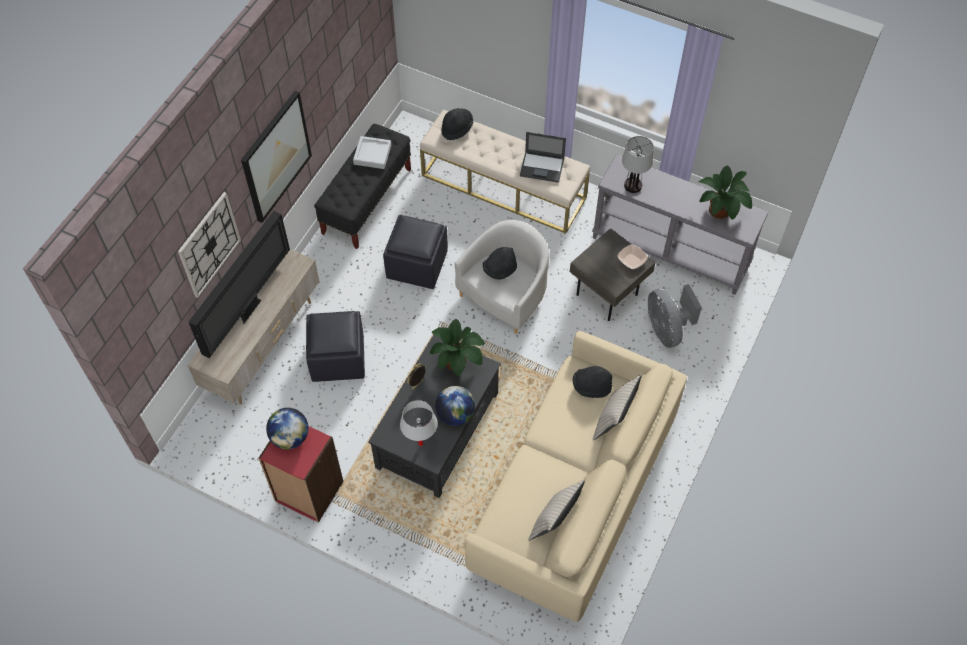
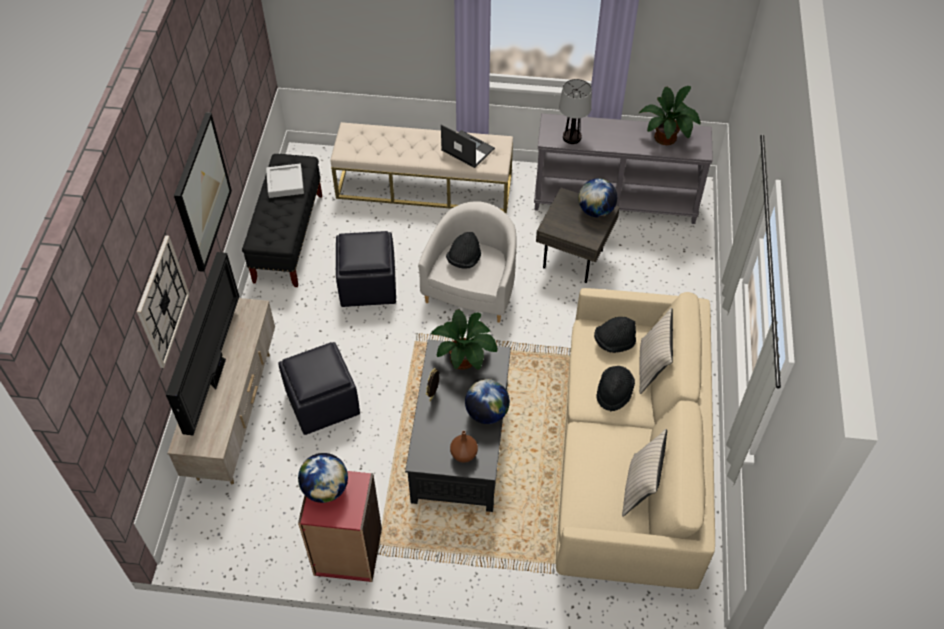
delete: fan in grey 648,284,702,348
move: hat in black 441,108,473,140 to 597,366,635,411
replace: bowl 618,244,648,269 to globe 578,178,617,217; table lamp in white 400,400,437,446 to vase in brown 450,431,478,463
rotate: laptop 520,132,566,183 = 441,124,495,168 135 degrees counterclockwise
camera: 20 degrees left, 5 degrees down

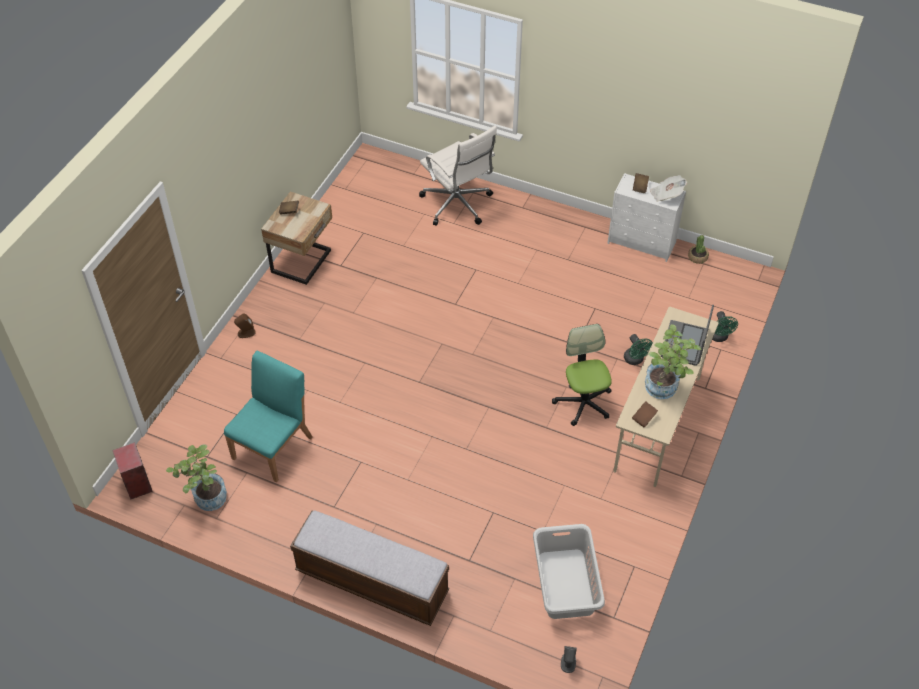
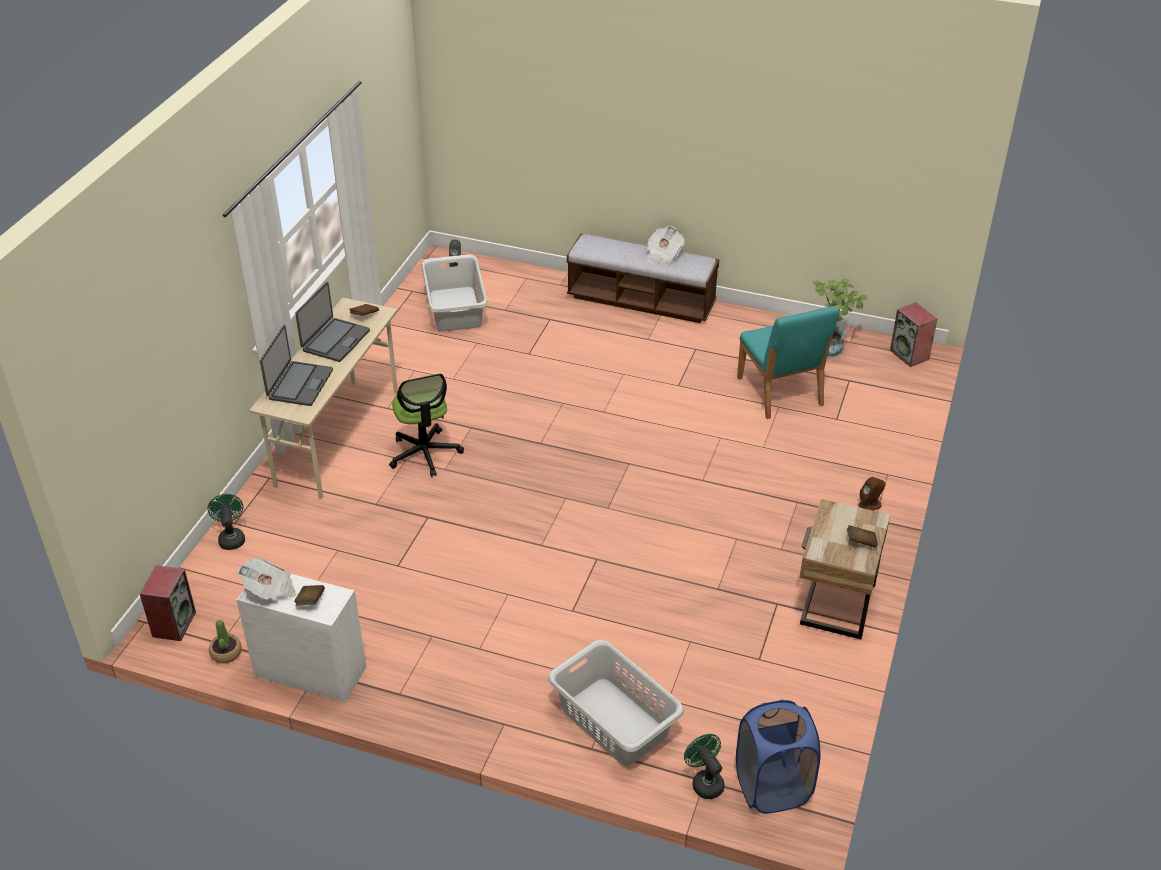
insert: newspaper 647,226,685,264; speaker 140,565,196,641; laundry basket in blue 736,700,821,814
move: fan in green 624,334,653,365 to 684,734,725,799
replace: office chair in white 419,126,497,226 to laundry basket in grey 548,640,684,766; potted plant 645,324,702,399 to laptop 295,282,370,362
rotate: chair in turquoise 224,351,313,482 = 737,306,839,419 45 degrees counterclockwise
camera: 175 degrees right, 10 degrees down

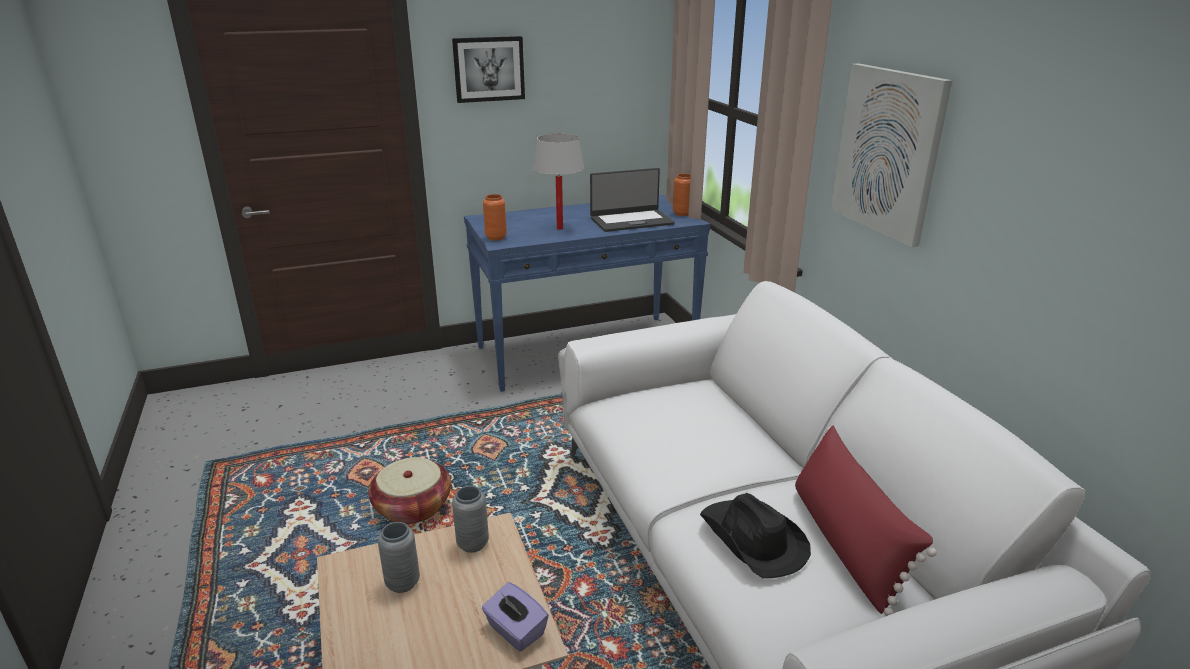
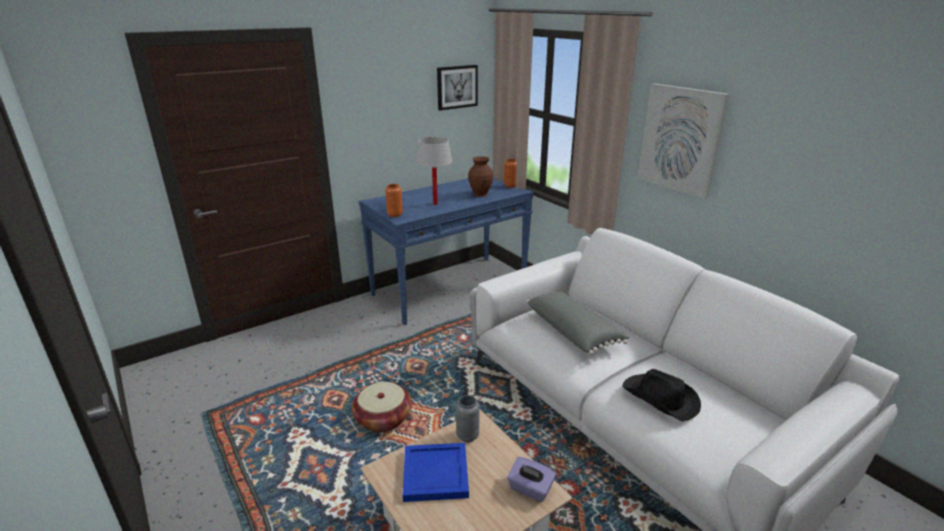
delete: pillow in red 795,426,937,616
insert: pillow in grey 526,291,629,355
move: picture 452,36,525,103 to 437,65,478,110
replace: laptop 590,168,675,232 to vase in brown 468,156,493,197; vase in grey 378,522,420,593 to tray in blue 403,443,469,502
camera: 15 degrees left, 0 degrees up

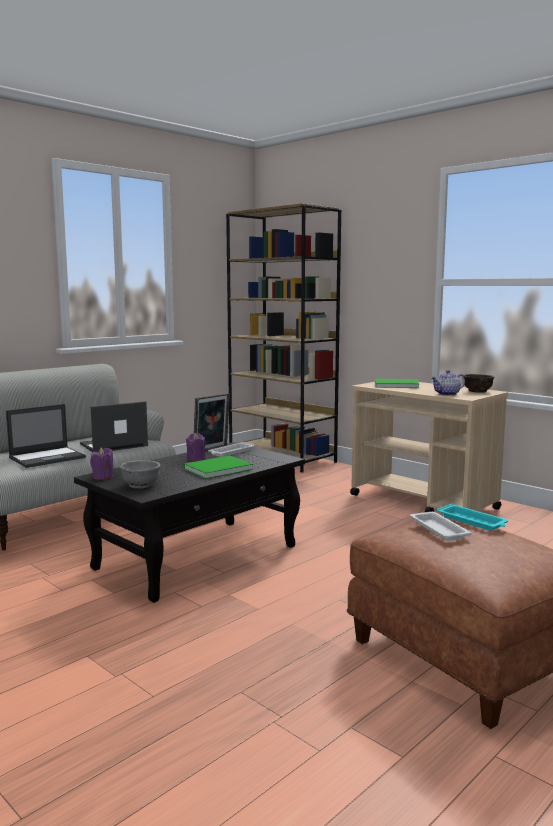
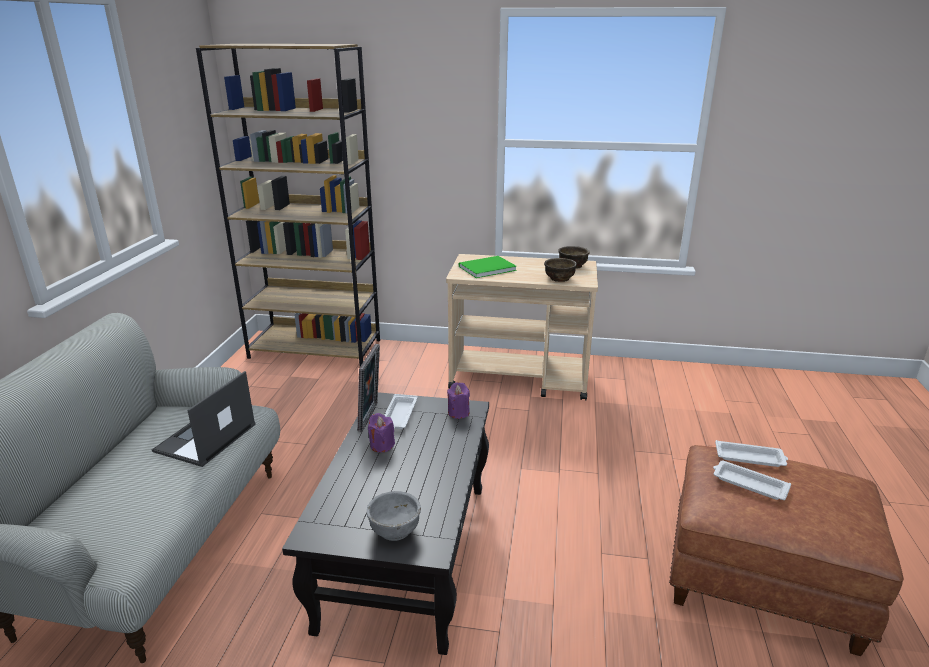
delete: laptop 6,404,86,468; book in green 183,456,253,479
move: candle in purple 90,447,114,480 to 447,382,470,419
replace: teapot 431,370,465,396 to bowl in brown 544,258,577,282
recolor: tray in turquoise 437,504,508,531 to tray in white 715,440,788,467
camera: 35 degrees left, 15 degrees up

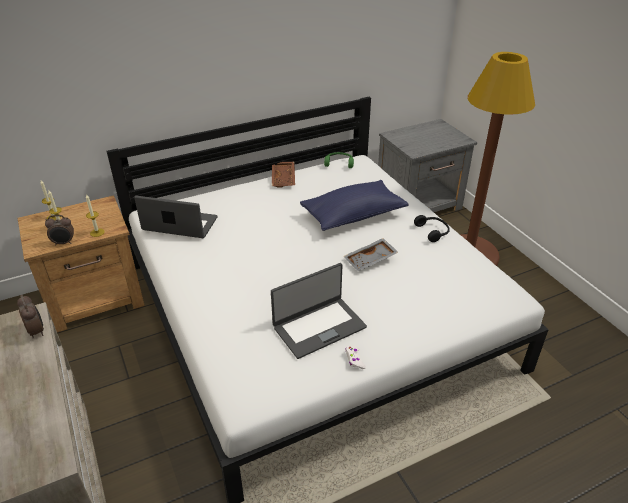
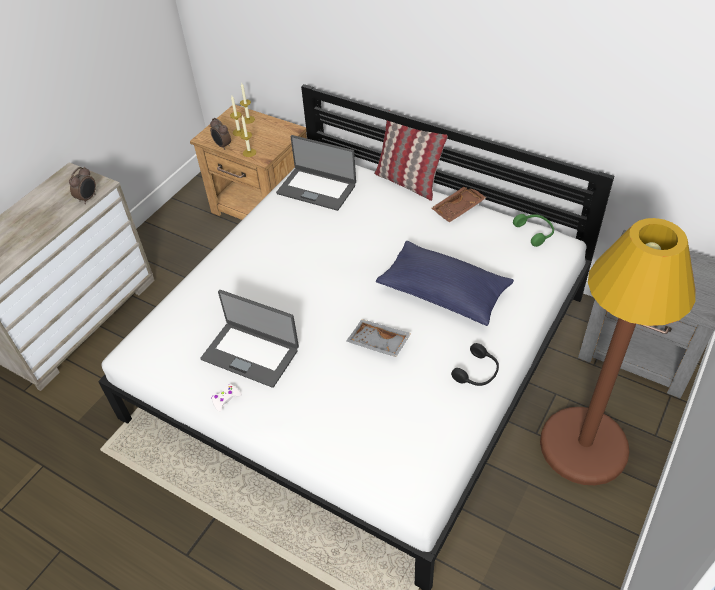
insert: pillow 374,120,448,201
rotate: laptop 134,196,218,238 = 276,135,356,211 135 degrees clockwise
camera: 60 degrees right, 10 degrees up

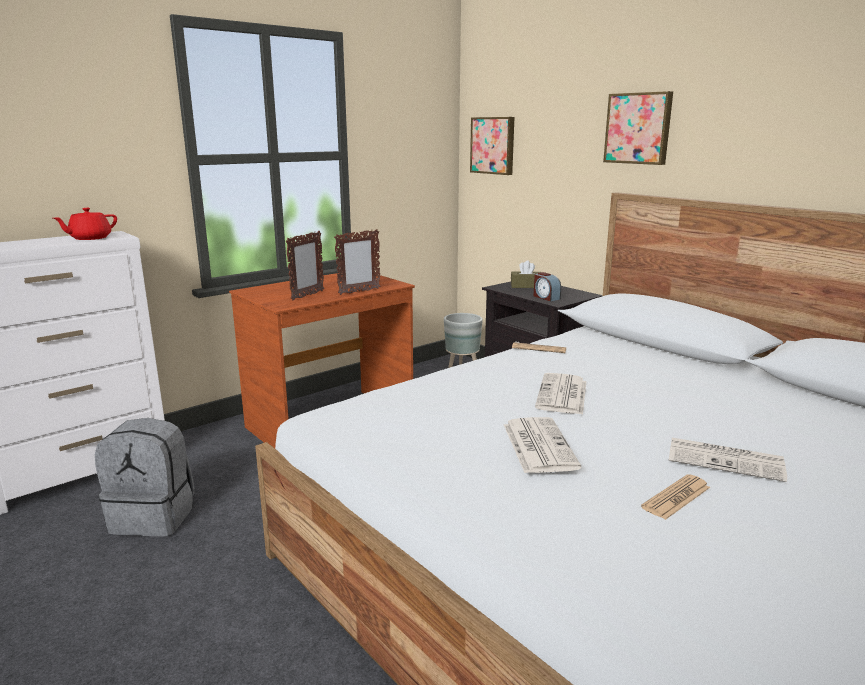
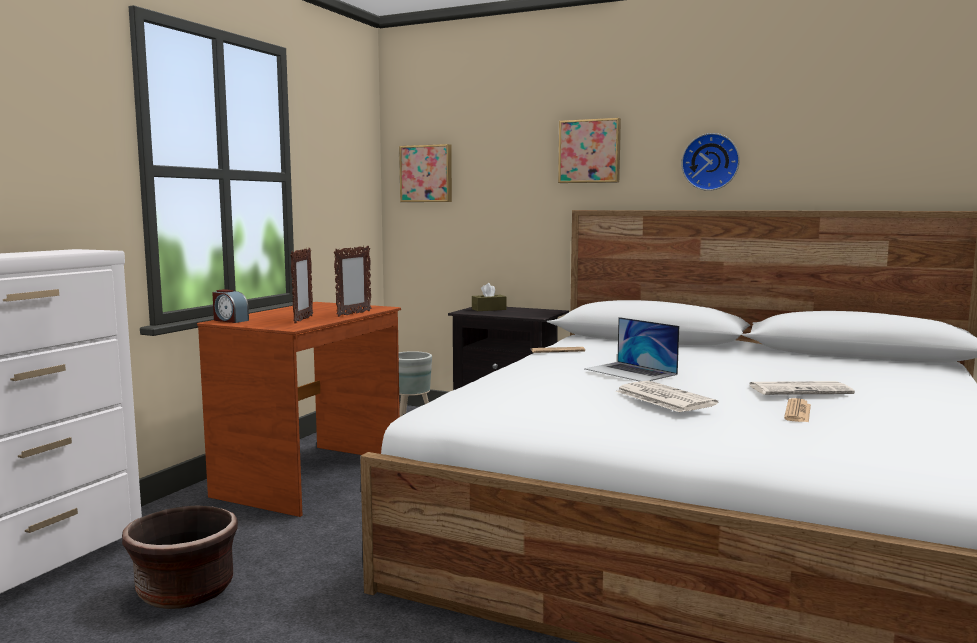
delete: teapot in red 53,208,117,240
insert: wall clock 681,133,740,191
move: alarm clock 533,272,561,301 to 212,289,249,323
replace: newspaper 535,373,586,415 to laptop 584,317,679,382; backpack in grey 95,418,195,537 to planter in brown 122,505,238,609
camera: 25 degrees left, 10 degrees down

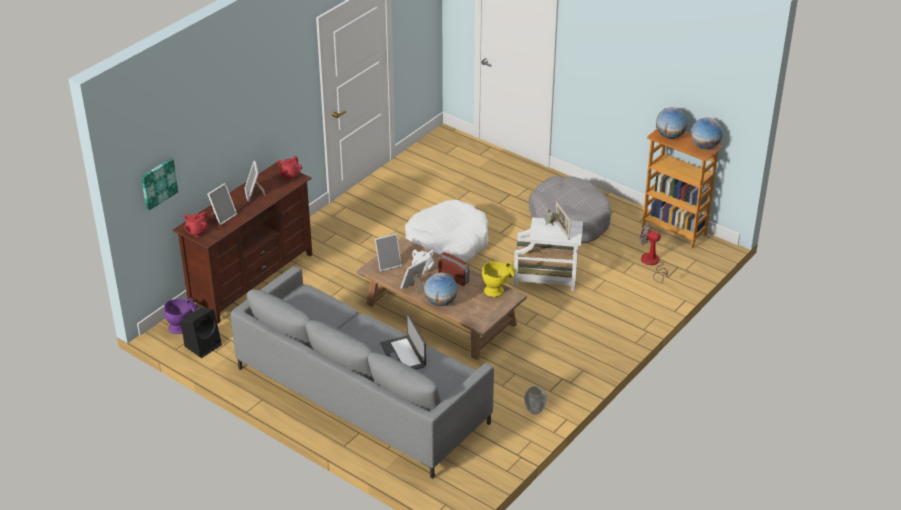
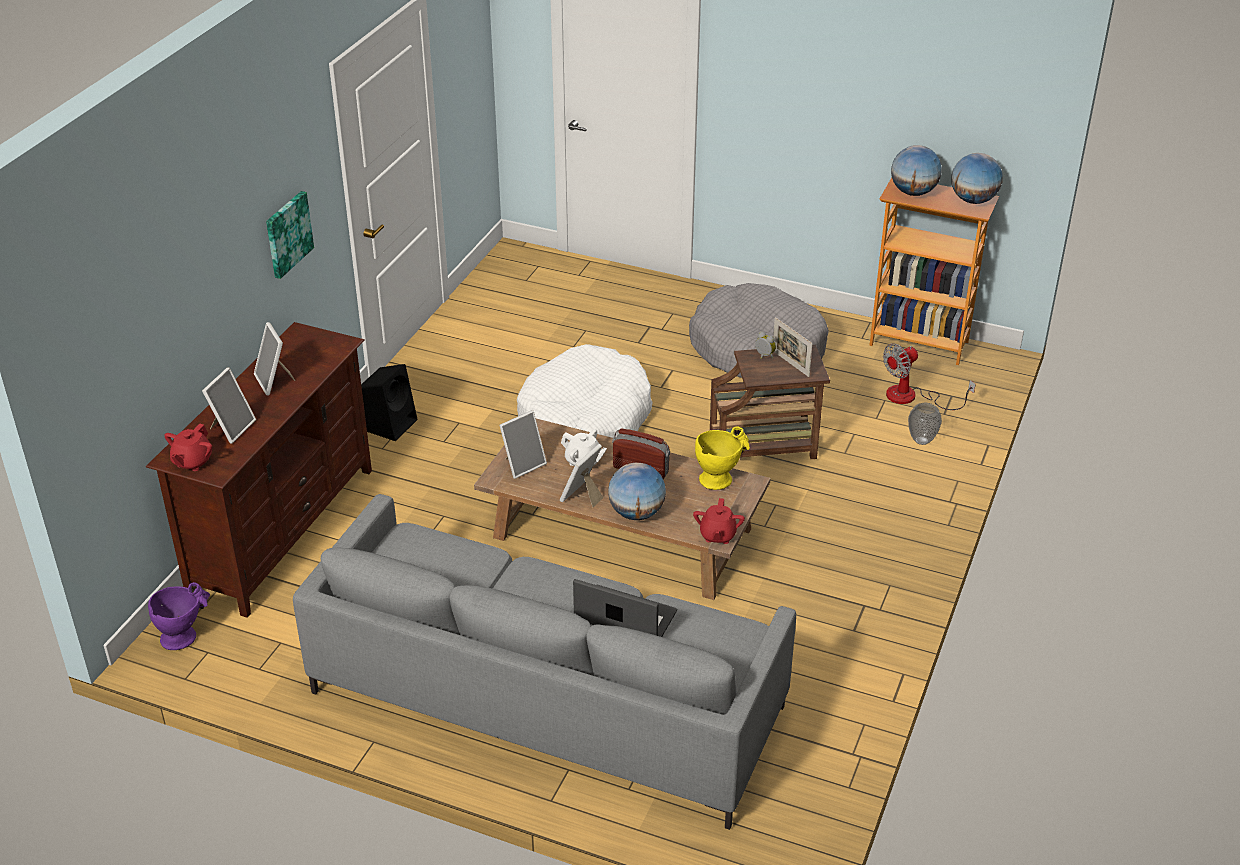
move: teapot in red 277,156,302,180 to 693,498,745,544; picture 141,158,178,210 to 266,191,314,279; speaker in black 181,308,222,358 to 361,364,417,441; vase 524,386,547,415 to 908,403,942,445
recolor: side table in white 514,217,583,291 to side table in brown 710,345,830,459
rotate: fan 639,223,668,283 = 883,343,976,410 45 degrees counterclockwise; laptop 380,313,426,370 = 573,579,677,637 150 degrees clockwise
camera: 15 degrees left, 0 degrees up

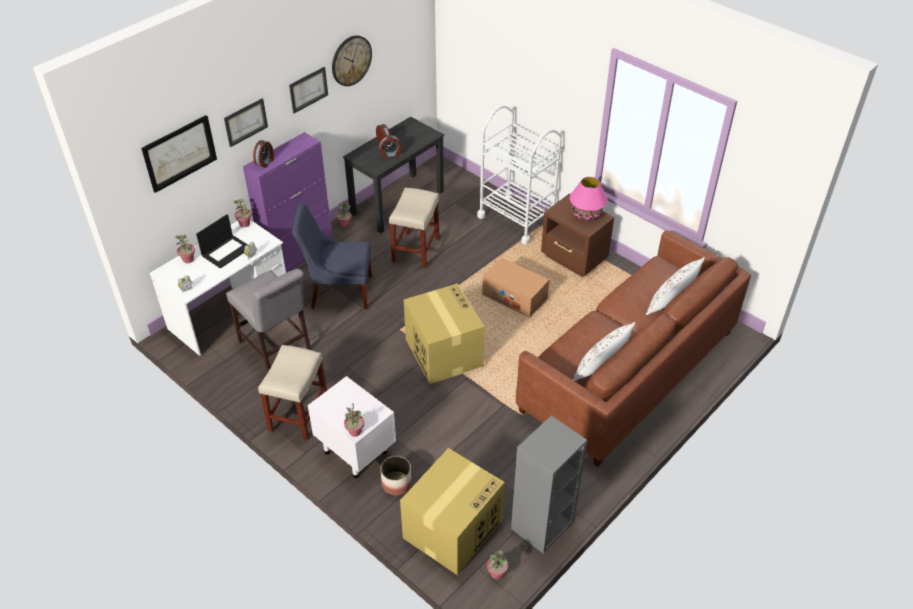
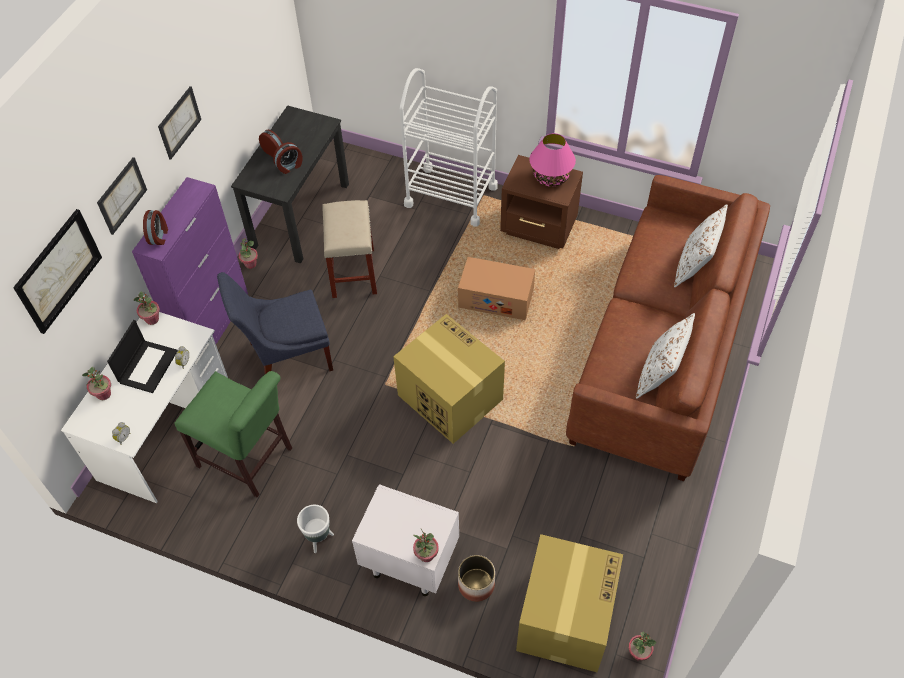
delete: wall clock 332,35,372,86; bookcase in grey 511,415,587,554
replace: stool in beige 258,345,327,441 to planter in white 297,505,334,553
recolor: chair in grey 226,269,311,371 to chair in green 174,371,292,497
camera: 20 degrees left, 10 degrees up

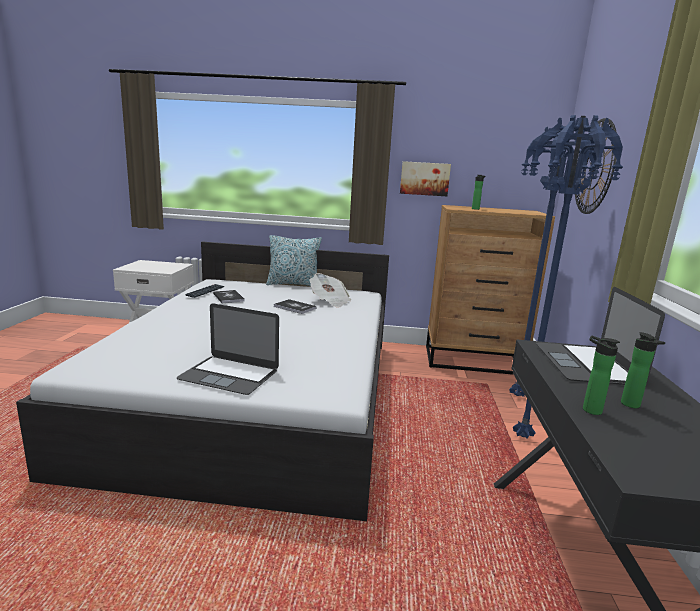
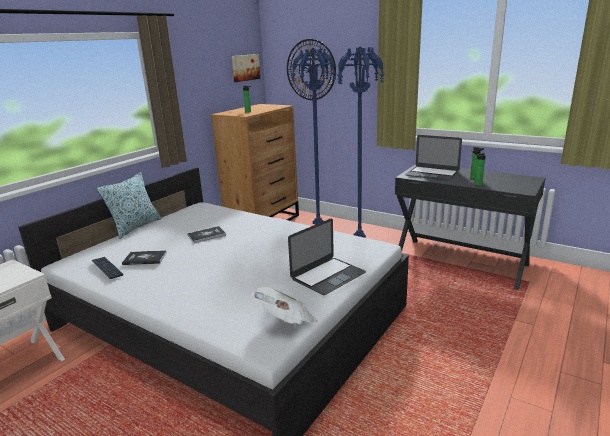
move: picture 400,161,451,196 to 232,54,260,82; newspaper 309,273,351,308 to 251,287,318,325
camera: 60 degrees left, 5 degrees up

